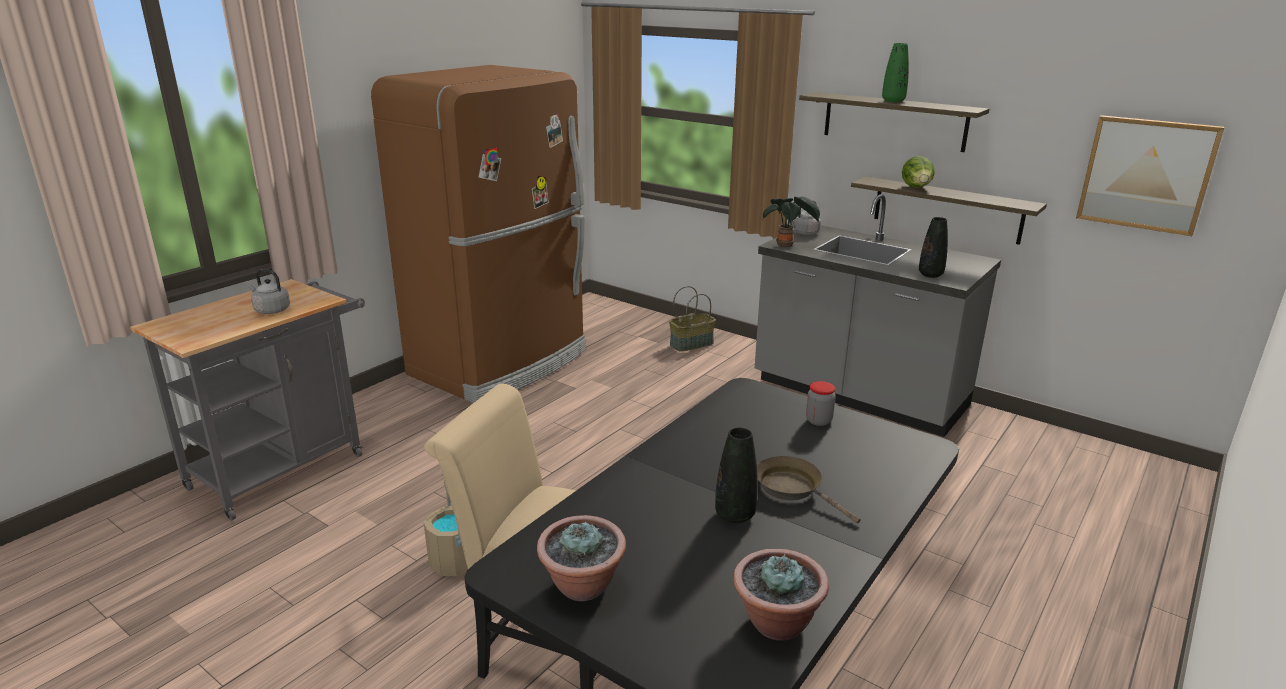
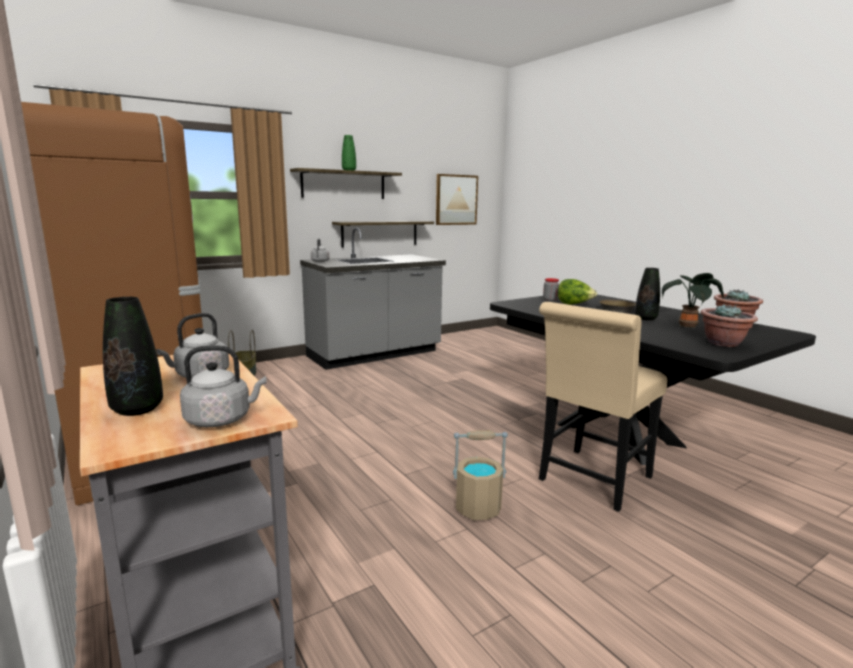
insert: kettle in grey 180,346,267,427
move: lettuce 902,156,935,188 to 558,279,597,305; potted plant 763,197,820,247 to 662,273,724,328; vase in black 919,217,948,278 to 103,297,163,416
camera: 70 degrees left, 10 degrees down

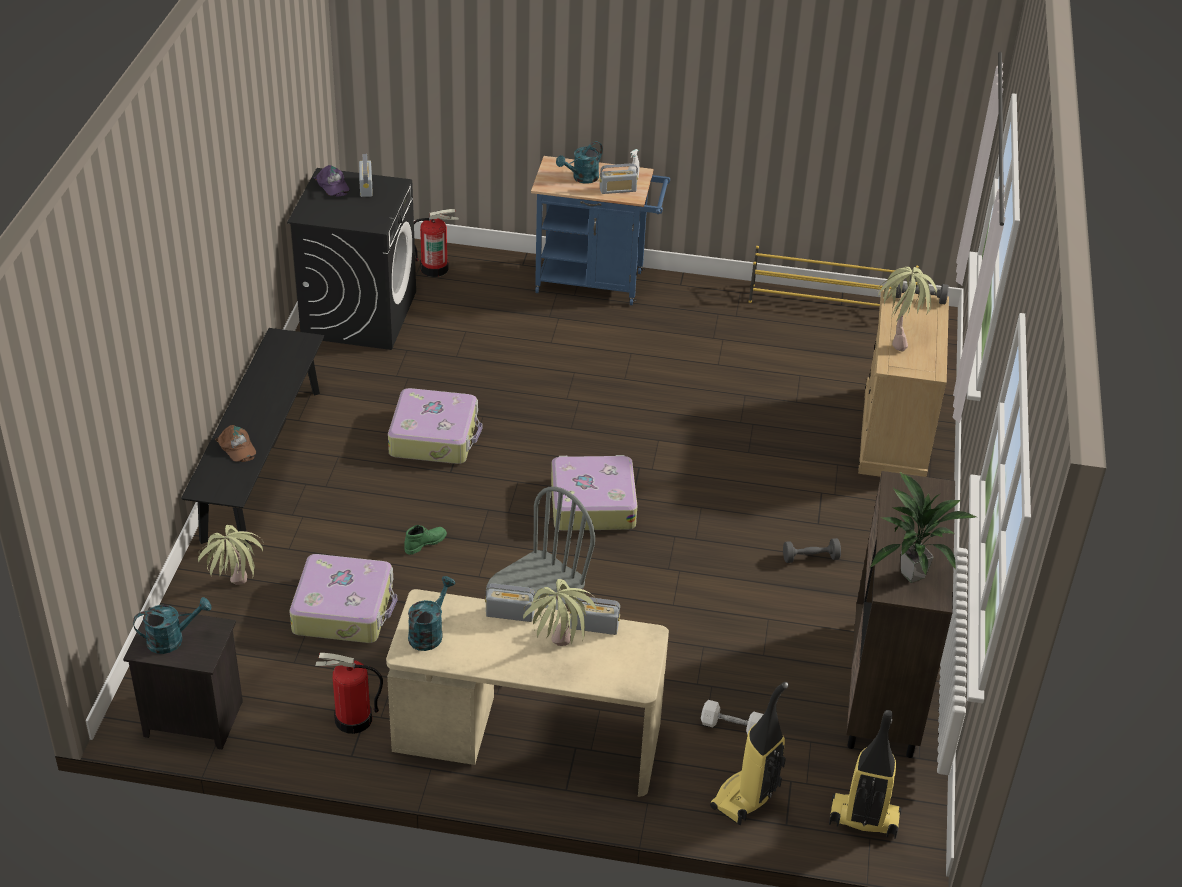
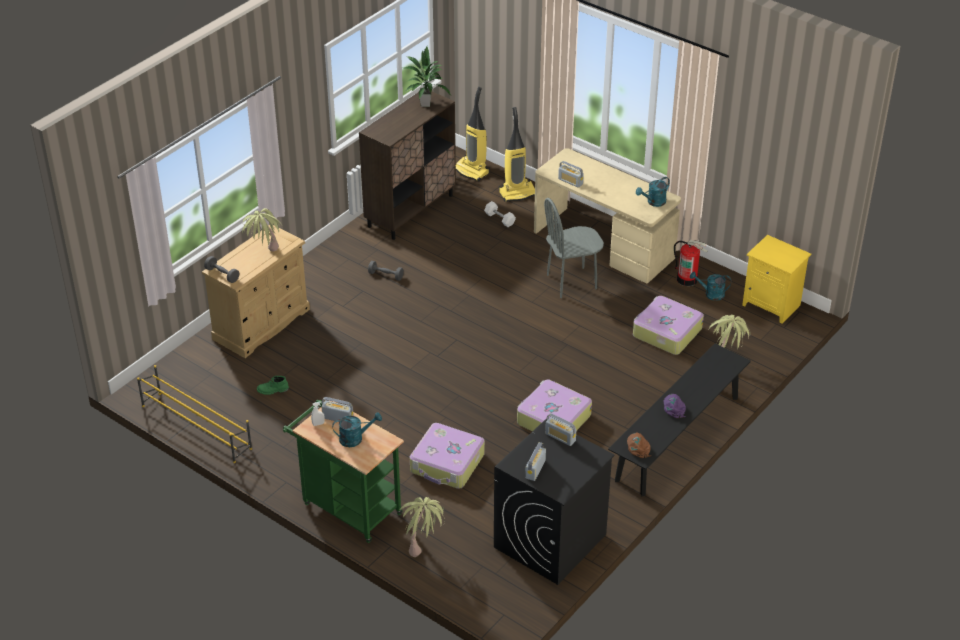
delete: fire extinguisher 414,209,459,277
move: cap in purple 314,165,349,196 to 664,394,686,419; cap in brown 215,425,256,462 to 627,433,651,458; suitcase 551,455,637,531 to 410,423,485,489; boot in green 404,525,447,555 to 257,376,289,395; potted plant 523,579,597,646 to 399,497,445,557; radio 485,583,535,622 to 545,413,576,446; watering can in turquoise 133,597,211,654 to 690,271,731,301
recolor: cart in blue 531,156,670,305 to cart in green 283,400,404,543; nightstand in black 123,607,243,749 to nightstand in yellow 742,235,811,324
camera: 150 degrees left, 0 degrees up

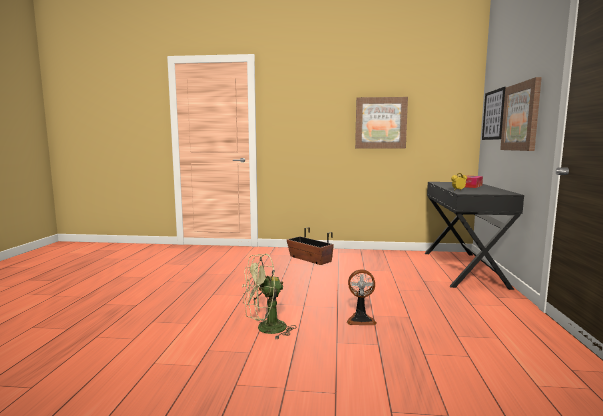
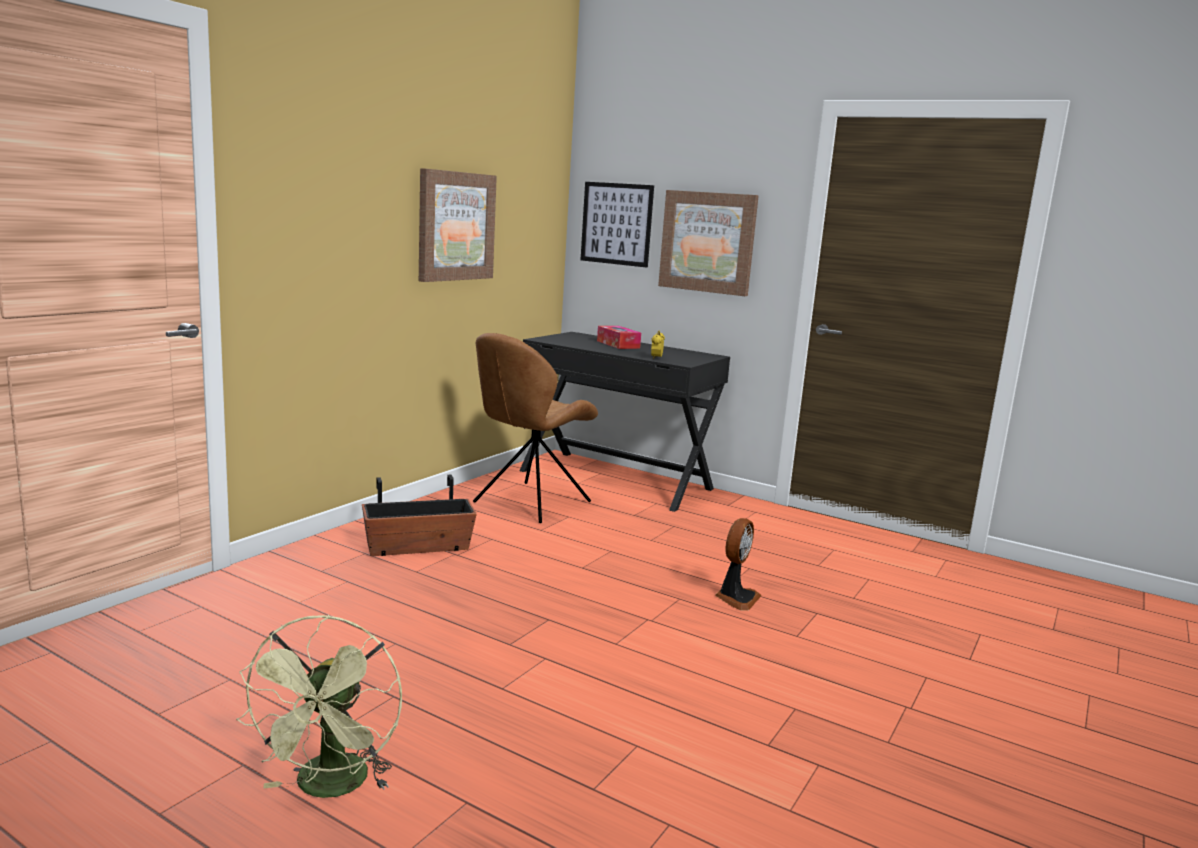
insert: chair in brown 473,333,598,523
move: fan in green 242,254,295,339 to 236,615,402,798
camera: 65 degrees left, 5 degrees up

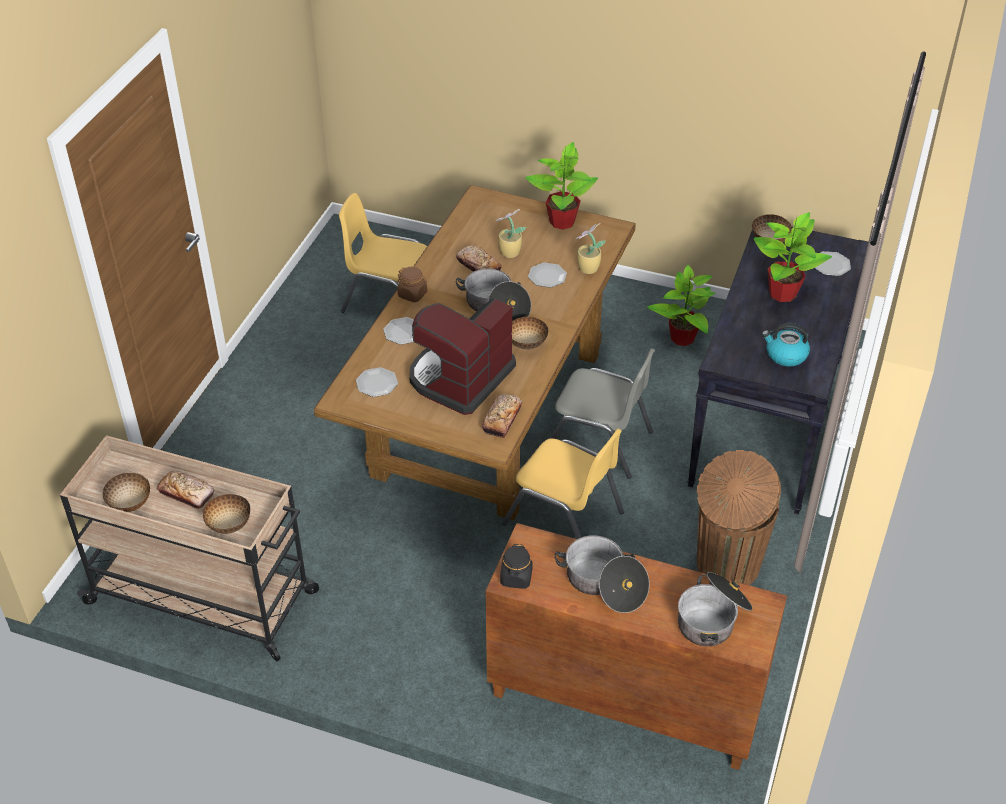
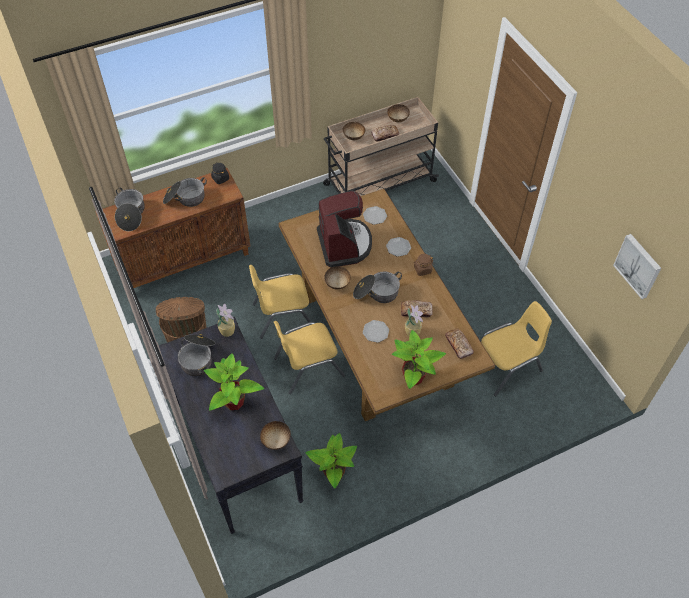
delete: plate 815,251,851,276
insert: picture 613,234,661,299
move: potted plant 575,223,606,274 to 216,303,235,337; bread 482,394,522,438 to 445,329,474,359
replace: kettle 762,323,810,367 to cooking pot 178,334,215,376
recolor: chair in grey 550,348,655,479 to chair in yellow 274,321,345,394
camera: 135 degrees right, 10 degrees up

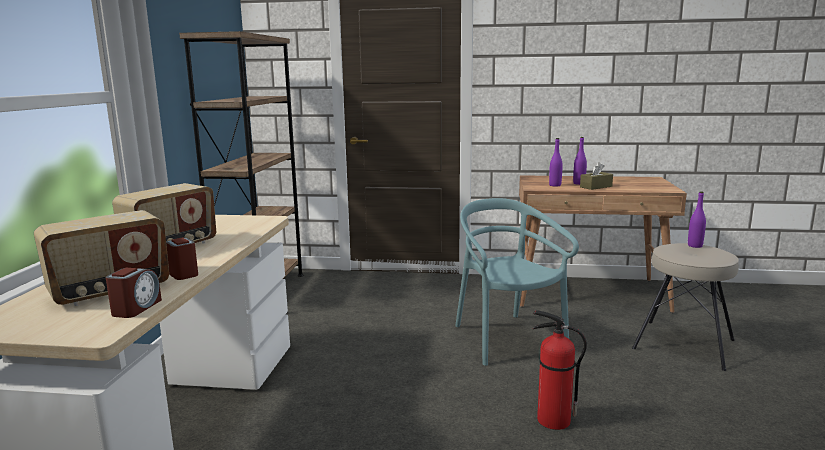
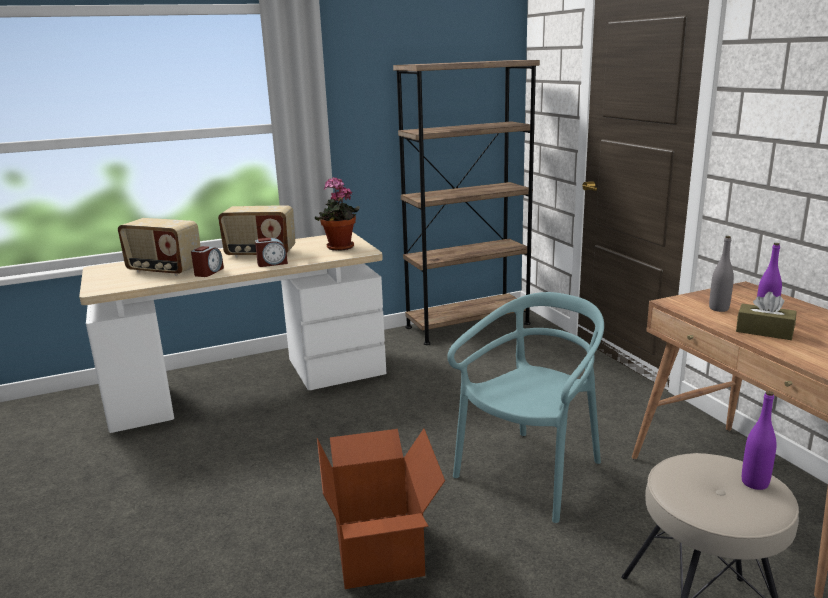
insert: potted plant 315,177,360,251
move: alarm clock 106,268,162,318 to 255,238,288,267
replace: fire extinguisher 533,310,587,430 to cardboard box 317,429,445,589
recolor: bottle in purple 549,138,563,187 to bottle in grey 709,236,734,312
camera: 60 degrees right, 5 degrees up

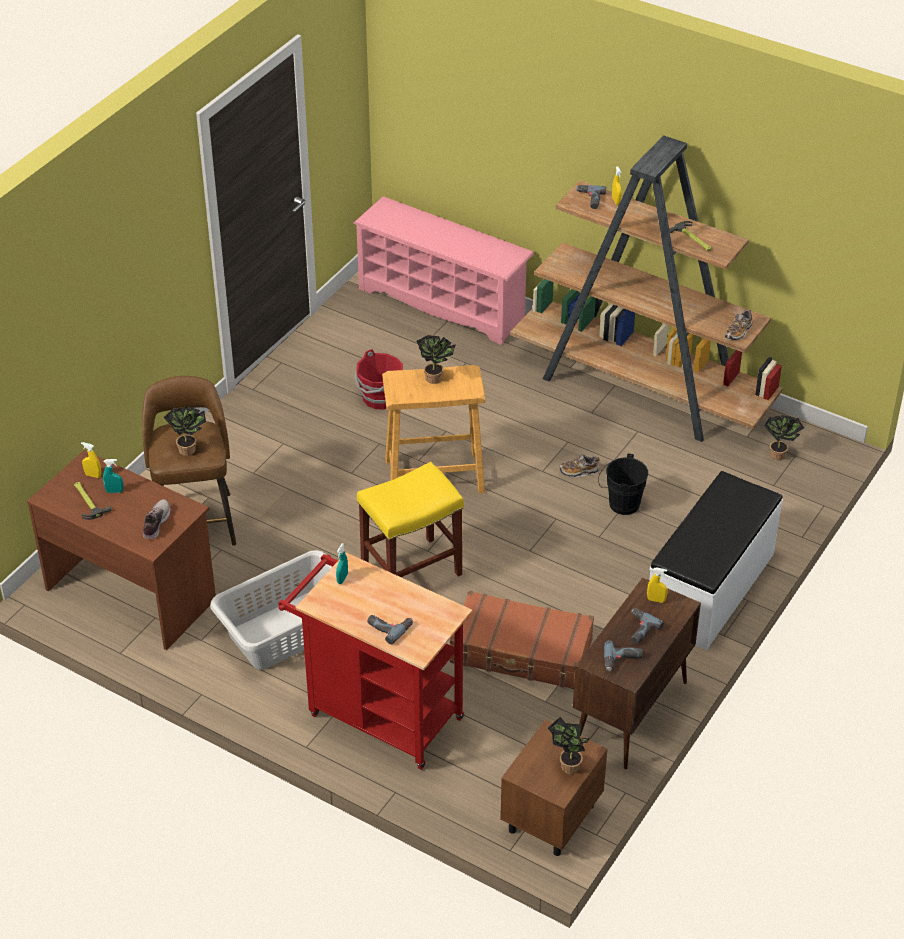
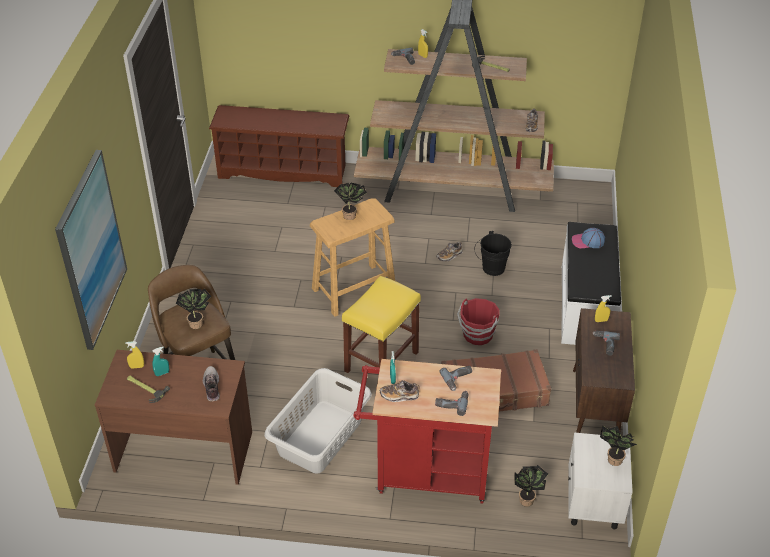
insert: picture 55,150,127,350; cap 572,228,605,248; shoe 380,380,420,402
move: bucket in red 354,349,403,409 to 457,298,500,345; potted plant 764,415,804,461 to 514,465,548,507; power drill 604,640,643,671 to 439,366,472,391
recolor: shoe rack in pink 353,196,534,345 to shoe rack in brown 209,105,349,187; nightstand in brown 500,719,607,856 to nightstand in white 568,432,633,530
camera: 25 degrees left, 0 degrees up

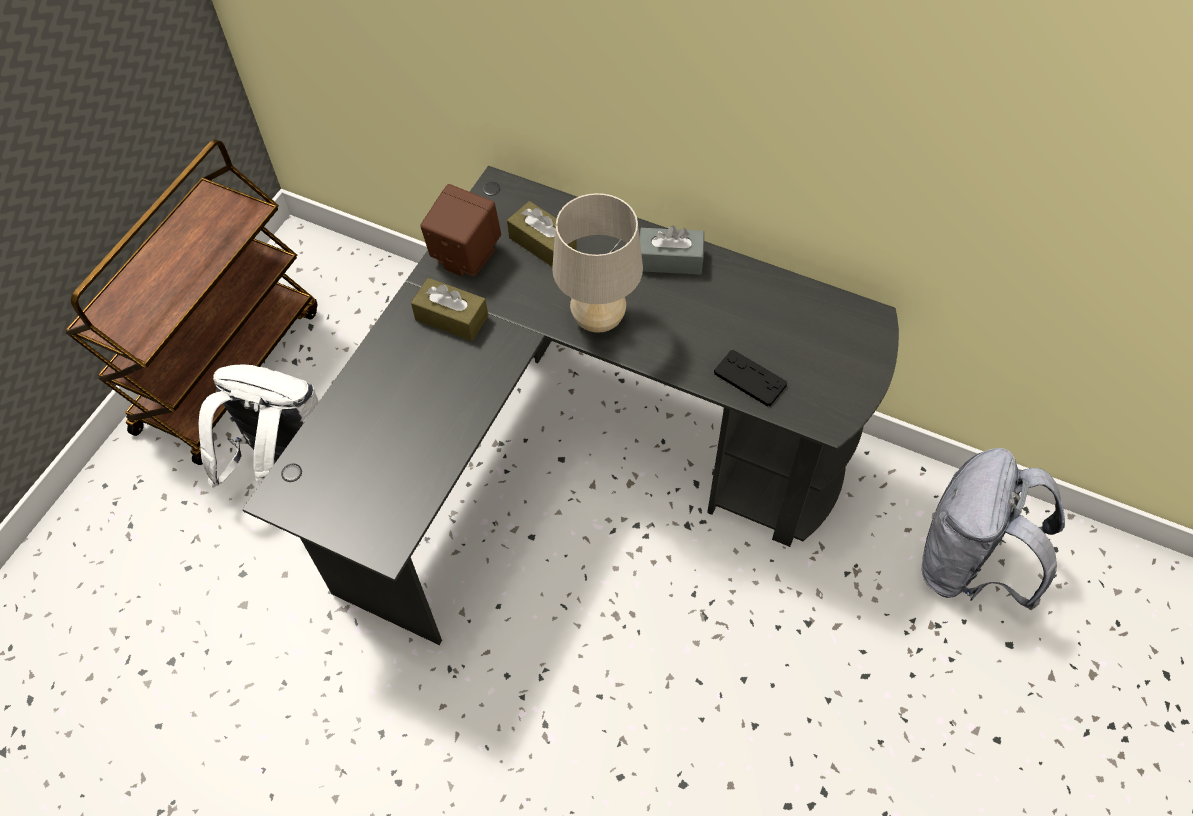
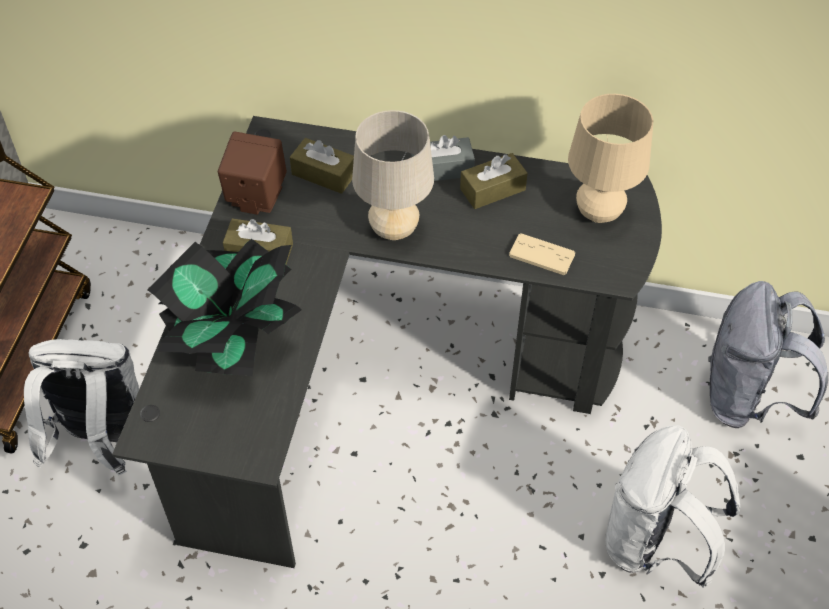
insert: table lamp in beige 568,94,653,223; tissue box in brown 460,153,528,209; potted plant 147,239,302,376; backpack in white 605,425,740,588
recolor: game controller in black 714,350,787,407 to game controller in beige 509,233,575,275
camera: 15 degrees left, 5 degrees down

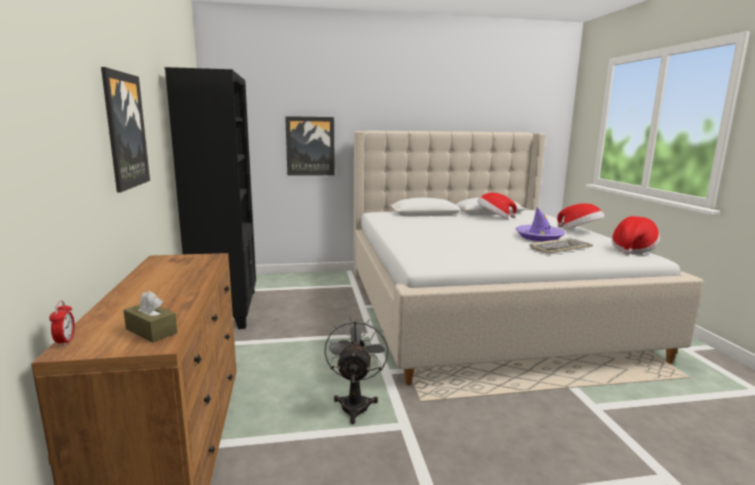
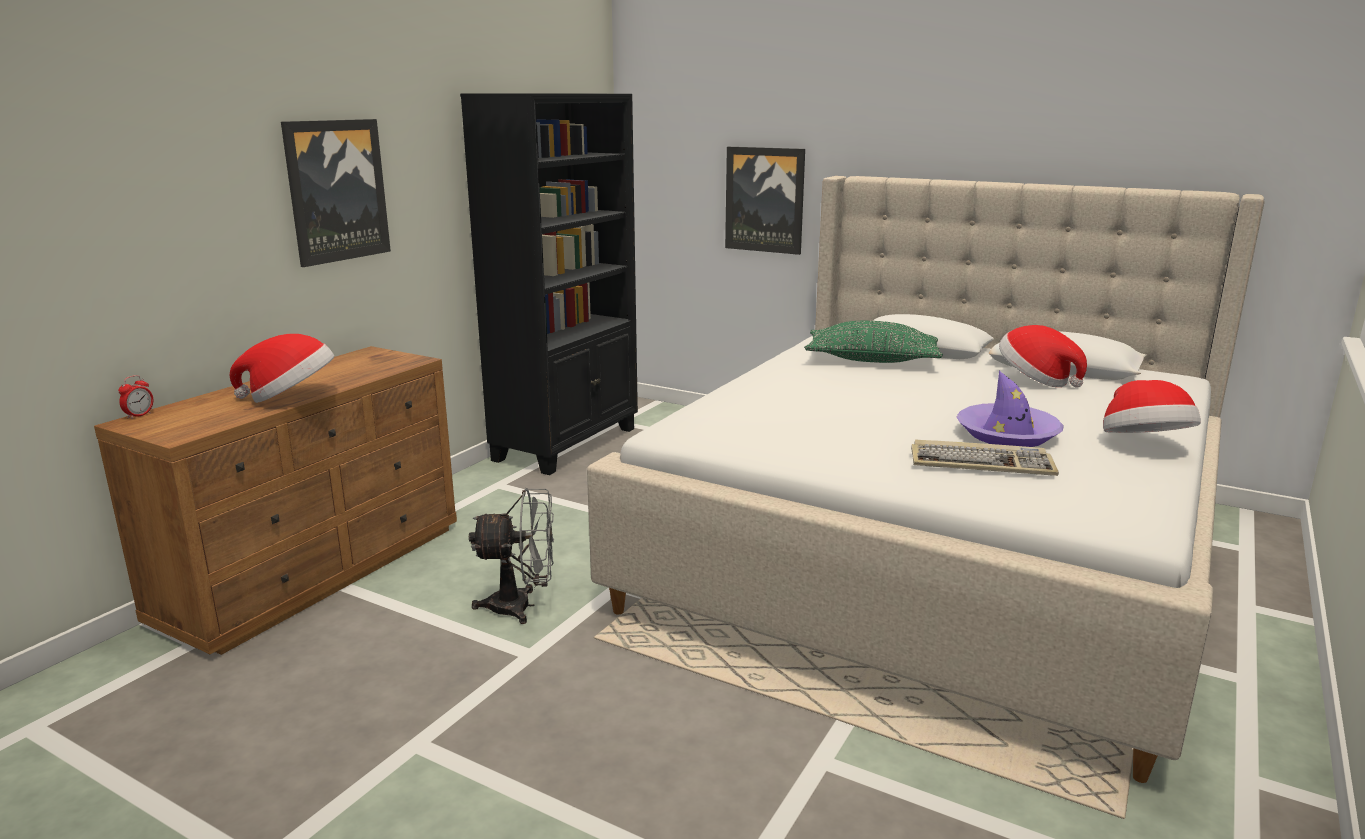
delete: tissue box in brown 123,291,177,343
insert: pillow in green 804,321,943,363
move: hat 612,216,660,255 to 230,334,334,403
rotate: fan in grey 324,318,388,424 = 469,488,554,624 45 degrees clockwise
camera: 40 degrees right, 5 degrees up

